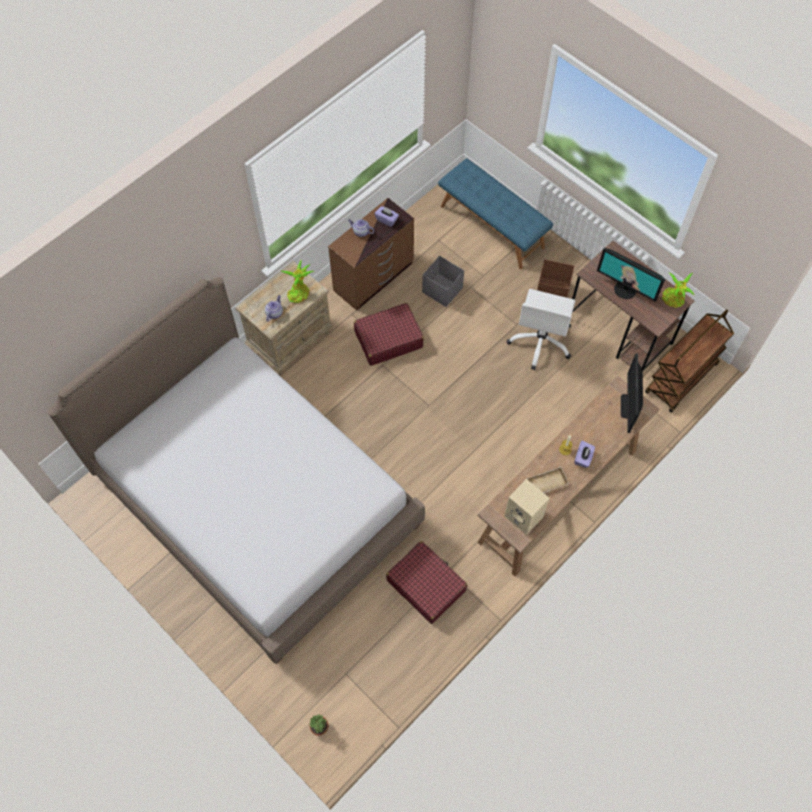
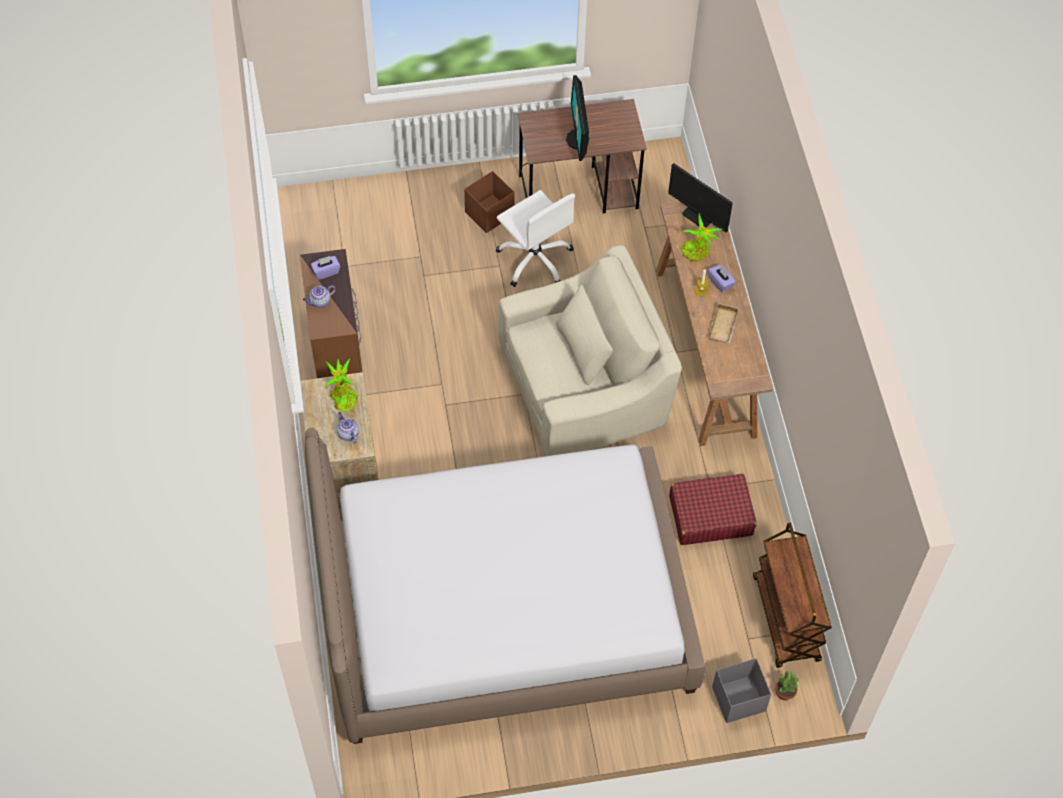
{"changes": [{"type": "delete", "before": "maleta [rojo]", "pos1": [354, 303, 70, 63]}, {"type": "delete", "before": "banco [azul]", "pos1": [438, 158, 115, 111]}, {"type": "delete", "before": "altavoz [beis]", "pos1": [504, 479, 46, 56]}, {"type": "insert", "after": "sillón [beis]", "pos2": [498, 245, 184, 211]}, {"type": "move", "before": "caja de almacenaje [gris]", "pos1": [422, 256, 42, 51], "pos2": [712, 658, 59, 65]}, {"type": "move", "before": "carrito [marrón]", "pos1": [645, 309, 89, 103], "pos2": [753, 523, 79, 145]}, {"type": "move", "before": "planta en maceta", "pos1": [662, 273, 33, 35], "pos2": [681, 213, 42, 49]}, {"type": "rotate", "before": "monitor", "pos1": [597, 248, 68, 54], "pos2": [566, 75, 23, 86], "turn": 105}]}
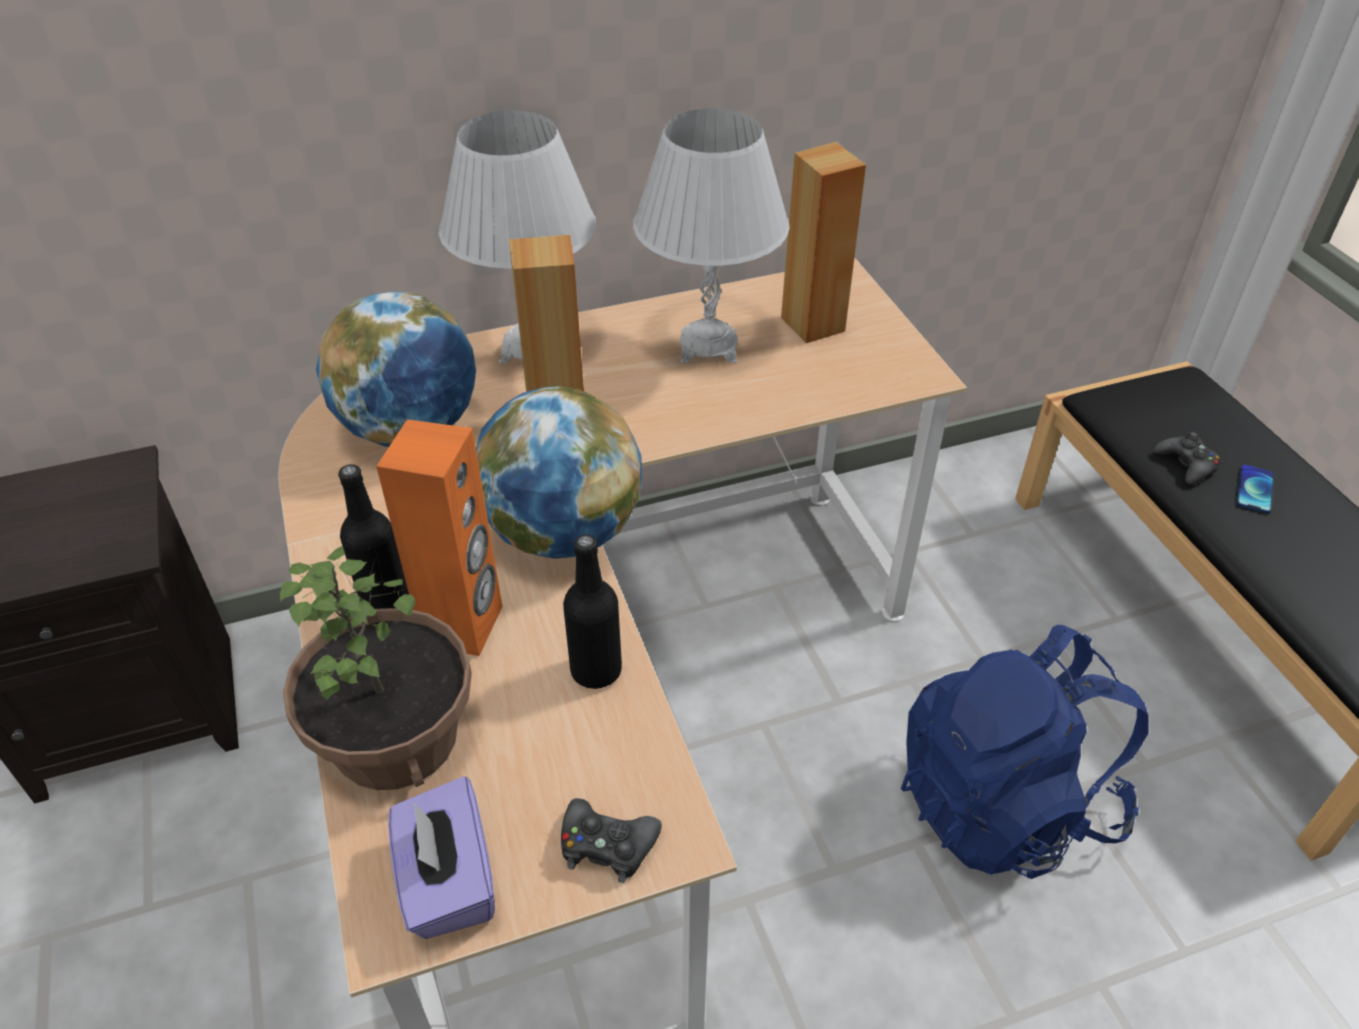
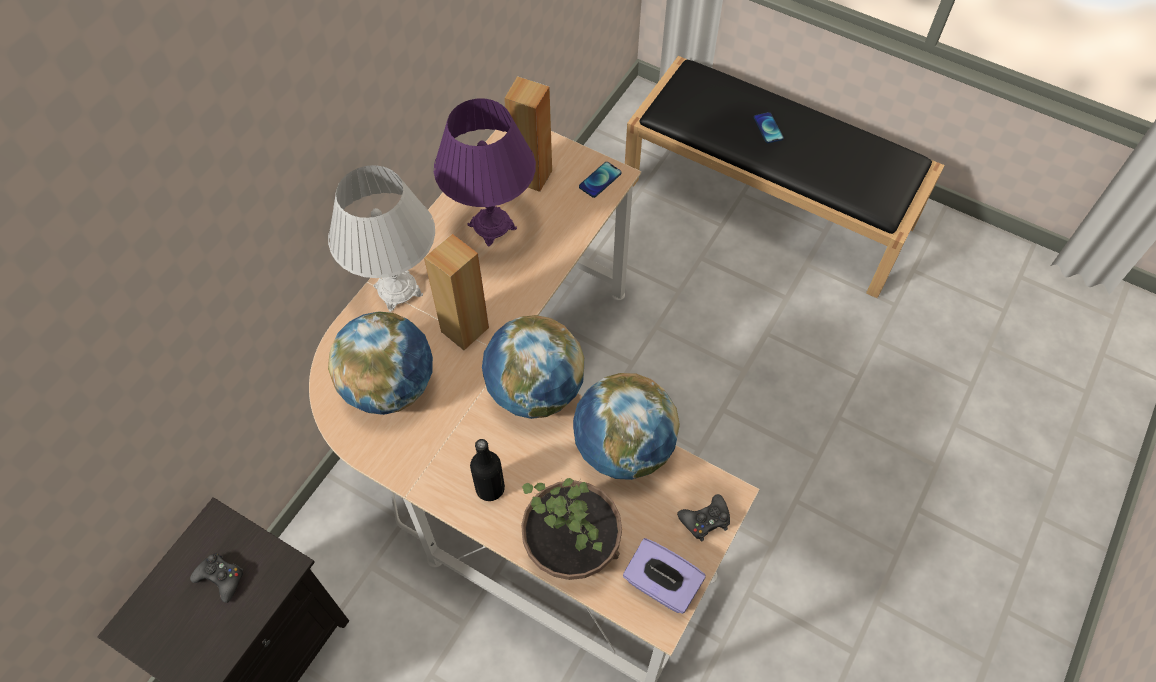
{"changes": [{"type": "delete", "before": "altavoz [naranja]", "pos1": [376, 419, 127, 237]}, {"type": "delete", "before": "mochila [azul]", "pos1": [901, 625, 248, 254]}, {"type": "insert", "after": "móvil", "pos2": [579, 162, 43, 36]}, {"type": "move", "before": "mando de consola [negro]", "pos1": [1154, 432, 66, 52], "pos2": [190, 553, 54, 50]}, {"type": "replace", "before": "botella [negro]", "after": "globo terráqueo", "pos1": [563, 534, 59, 155], "pos2": [573, 373, 107, 107]}, {"type": "recolor", "before": "lámpara de mesa [blanco]", "after": "lámpara de mesa [morado]", "pos1": [633, 108, 157, 255], "pos2": [434, 98, 102, 149]}]}
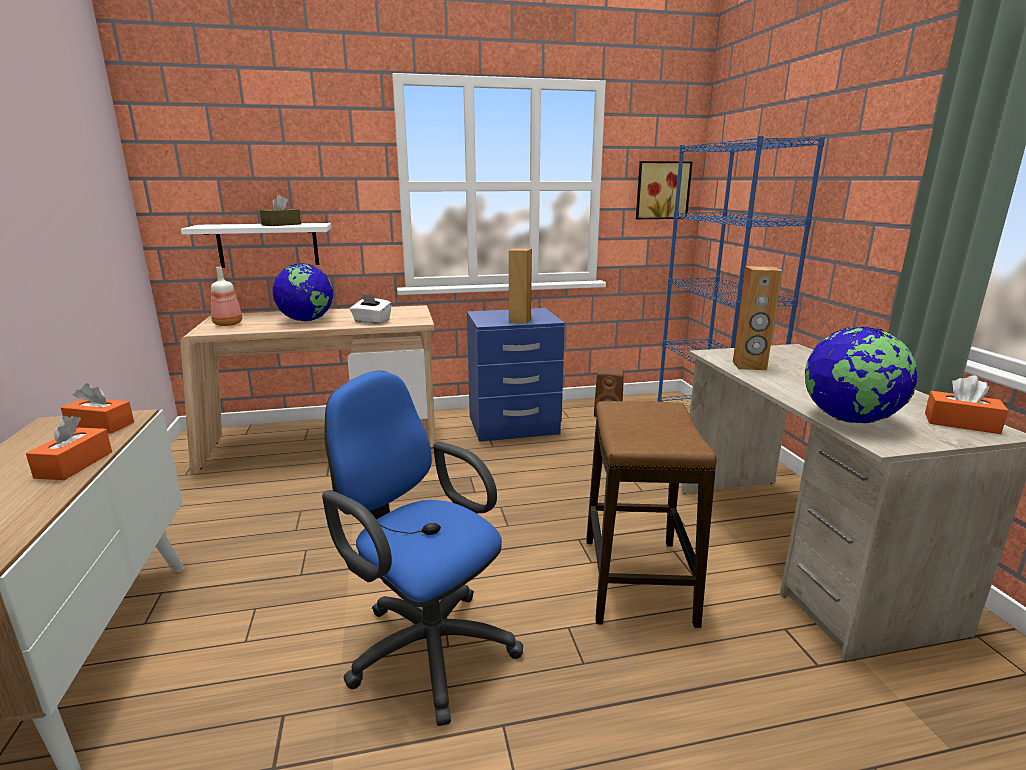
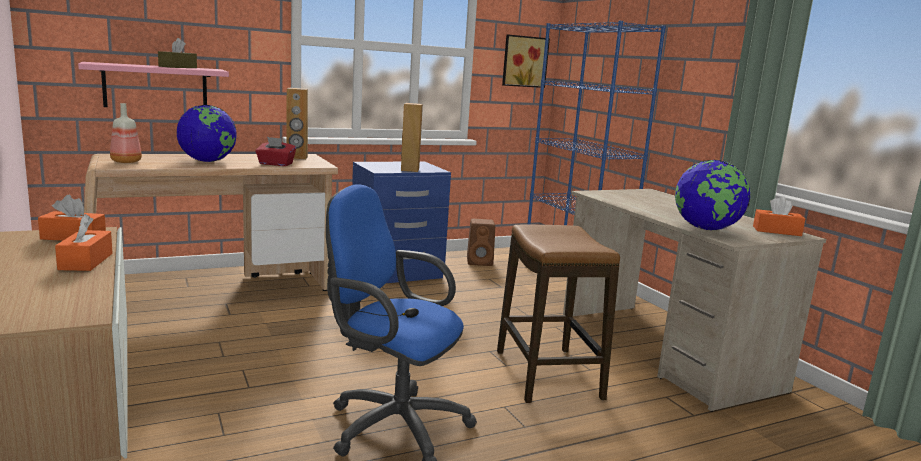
{"changes": [{"type": "move", "before": "altavoz [marrón]", "pos1": [733, 266, 49, 104], "pos2": [287, 88, 21, 72]}, {"type": "recolor", "before": "estante [blanco]", "after": "estante [rosa]", "pos1": [181, 223, 150, 45], "pos2": [78, 62, 151, 45]}, {"type": "recolor", "before": "caja de pañuelos [blanco]", "after": "caja de pañuelos [rojo]", "pos1": [350, 294, 42, 30], "pos2": [255, 137, 41, 29]}]}
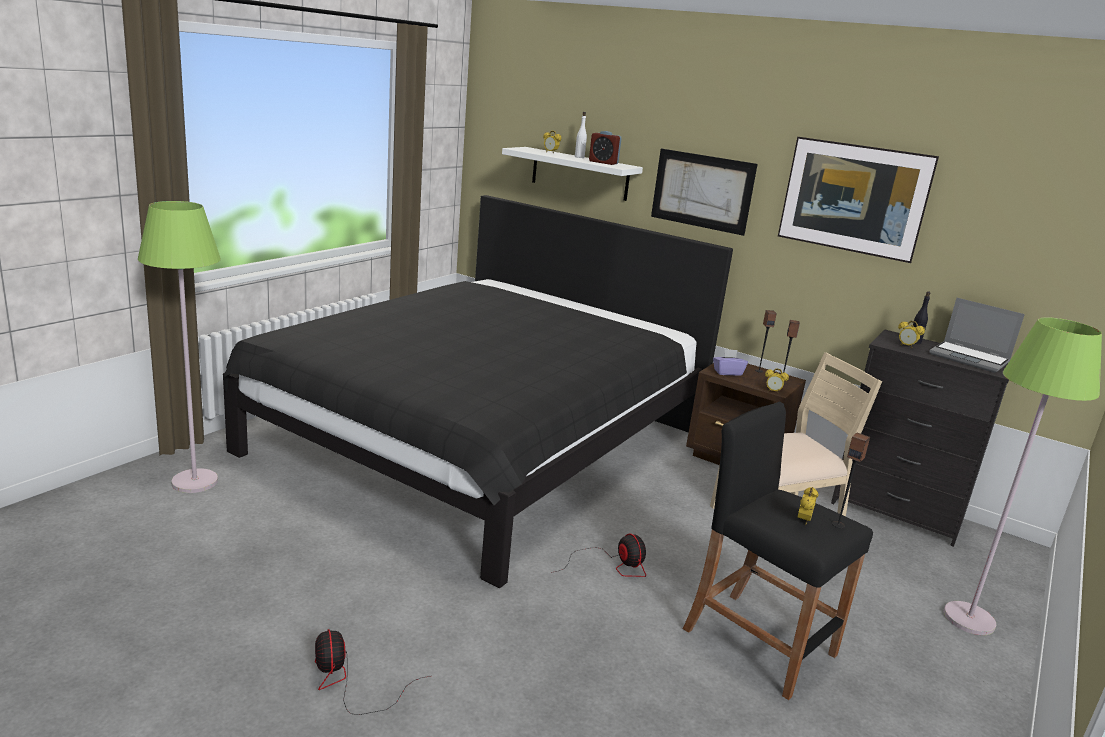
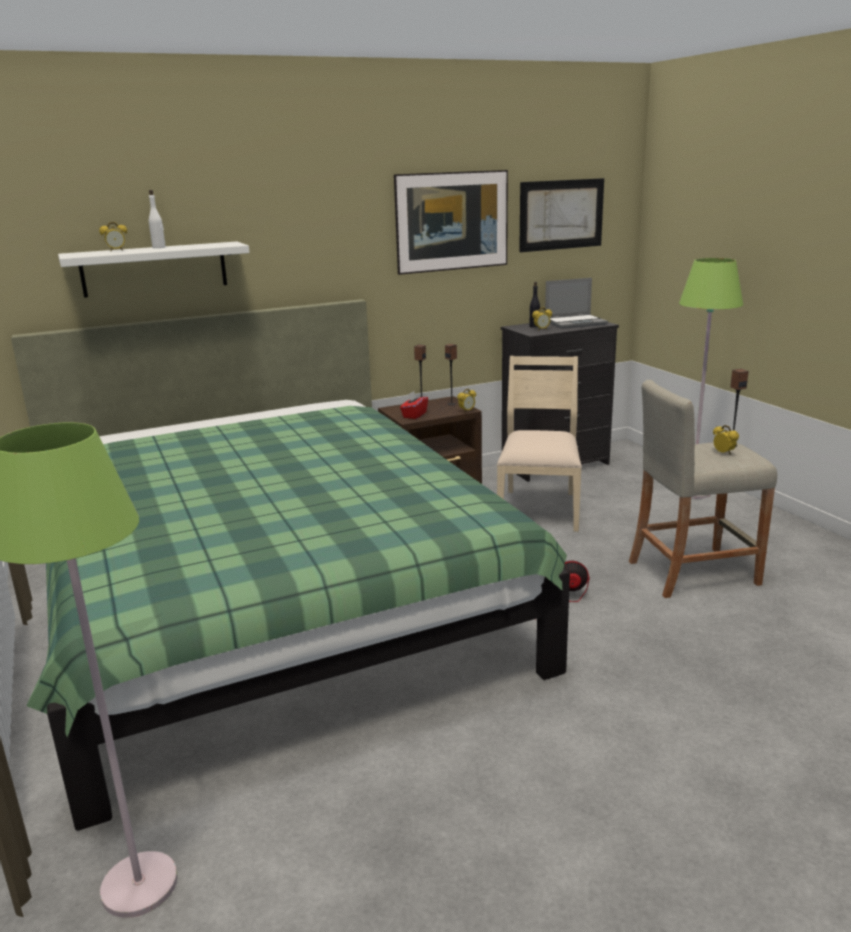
{"changes": [{"type": "delete", "before": "ventilador", "pos1": [315, 629, 115, 86]}, {"type": "delete", "before": "despertador", "pos1": [589, 131, 33, 34]}, {"type": "move", "before": "cuadro", "pos1": [651, 149, 107, 87], "pos2": [519, 178, 85, 74]}, {"type": "recolor", "before": "cama [negro]", "after": "cama [verde]", "pos1": [223, 195, 510, 393], "pos2": [11, 299, 559, 532]}, {"type": "recolor", "before": "taburete [negro]", "after": "taburete [beis]", "pos1": [683, 401, 190, 299], "pos2": [629, 380, 148, 218]}, {"type": "recolor", "before": "caja de pañuelos [morado]", "after": "caja de pañuelos [rojo]", "pos1": [713, 349, 35, 27], "pos2": [400, 391, 28, 28]}]}
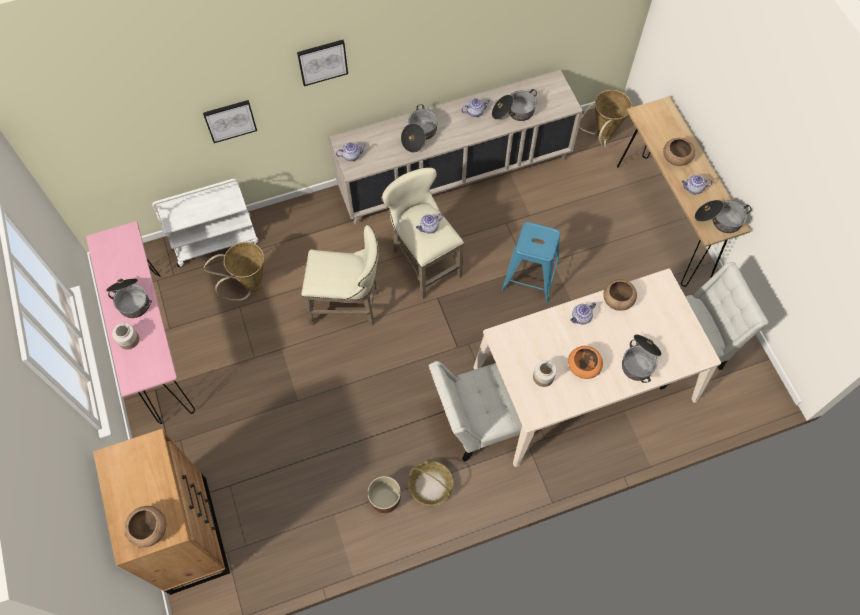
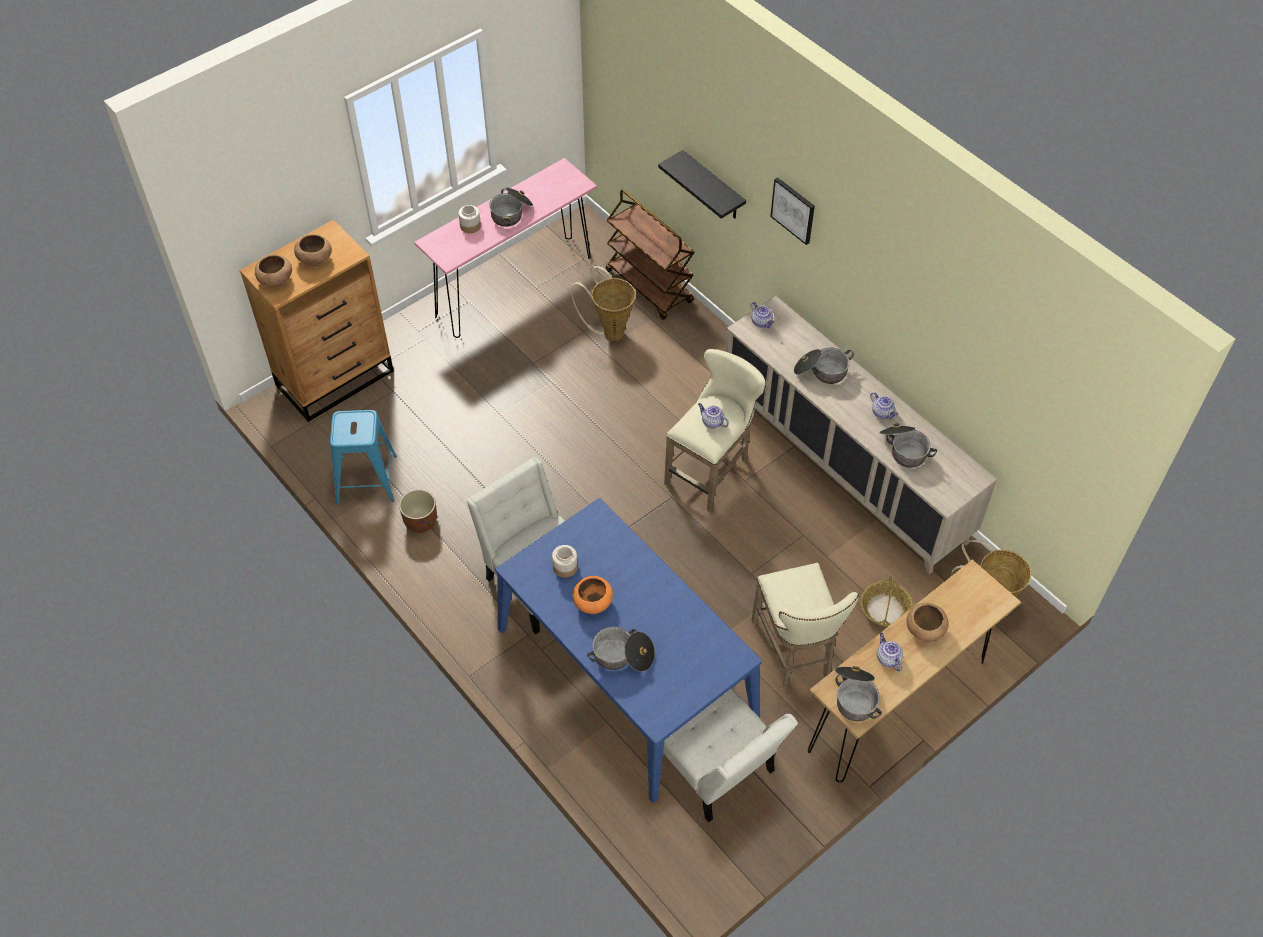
{"changes": [{"type": "delete", "before": "tetera", "pos1": [571, 302, 25, 23]}, {"type": "move", "before": "taburete [beis]", "pos1": [301, 225, 78, 101], "pos2": [751, 563, 108, 126]}, {"type": "move", "before": "cesta", "pos1": [408, 461, 46, 45], "pos2": [861, 574, 52, 53]}, {"type": "move", "before": "taburete [azul]", "pos1": [502, 222, 58, 81], "pos2": [330, 410, 67, 94]}, {"type": "move", "before": "cuenco [marrón]", "pos1": [603, 279, 34, 32], "pos2": [294, 234, 38, 32]}, {"type": "replace", "before": "cuadro", "after": "estante [negro]", "pos1": [203, 100, 54, 43], "pos2": [658, 150, 88, 69]}, {"type": "recolor", "before": "carrito [blanco]", "after": "carrito [marrón]", "pos1": [152, 179, 106, 88], "pos2": [606, 189, 89, 131]}, {"type": "recolor", "before": "mesa de comedor [beis]", "after": "mesa de comedor [azul]", "pos1": [474, 269, 247, 198], "pos2": [495, 498, 267, 305]}]}
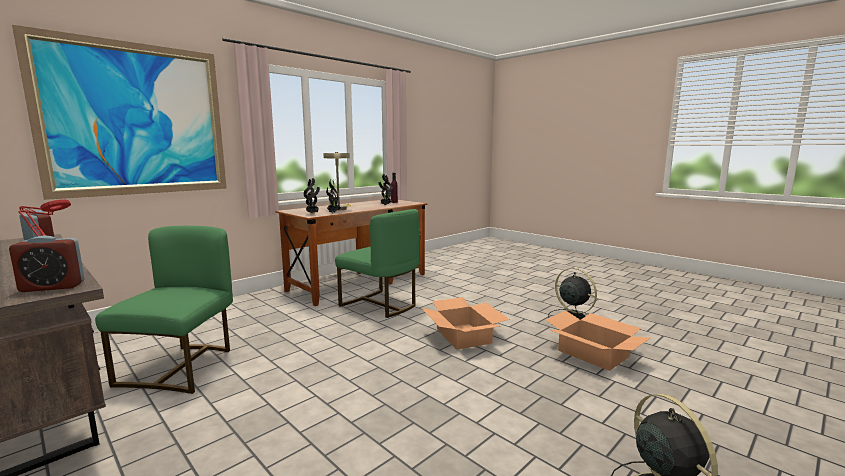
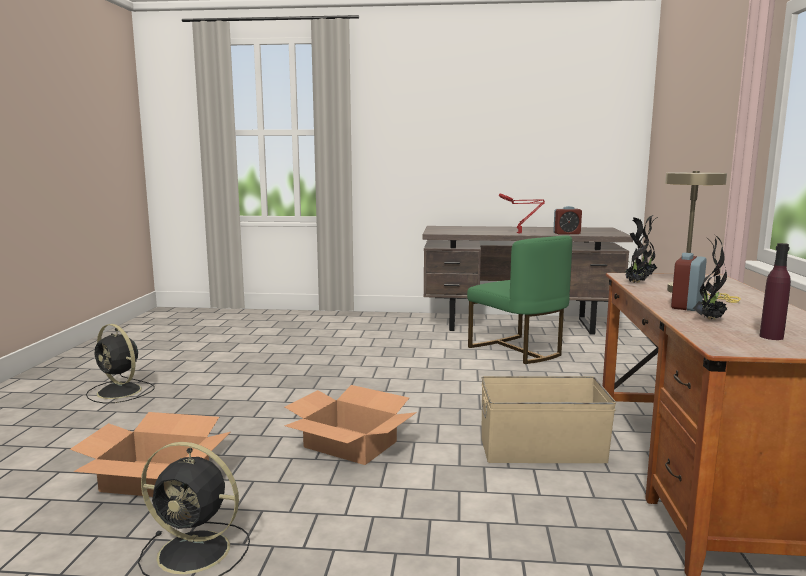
{"changes": [{"type": "delete", "before": "cuadro", "pos1": [12, 25, 215, 175]}, {"type": "move", "before": "despertador", "pos1": [9, 236, 76, 56], "pos2": [671, 253, 36, 58]}, {"type": "replace", "before": "silla [verde]", "after": "caja de almacenaje [beis]", "pos1": [335, 209, 84, 109], "pos2": [481, 376, 135, 87]}]}
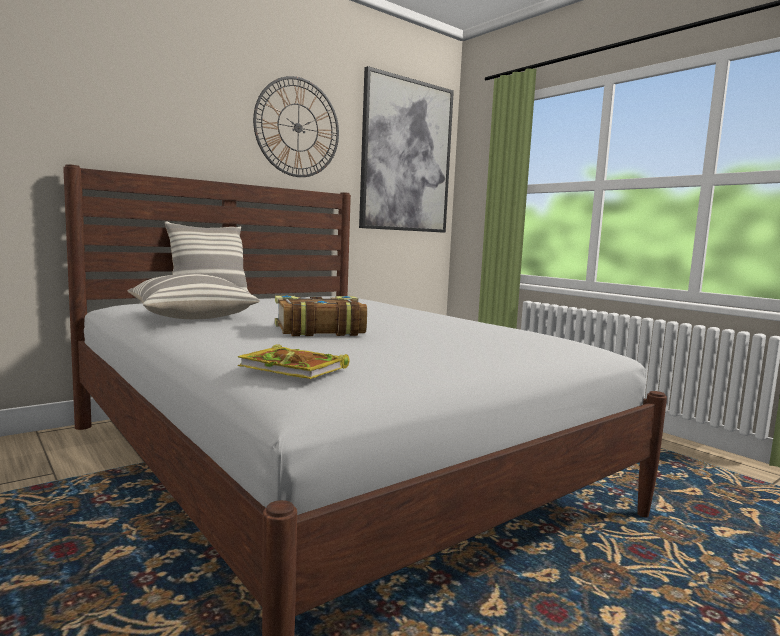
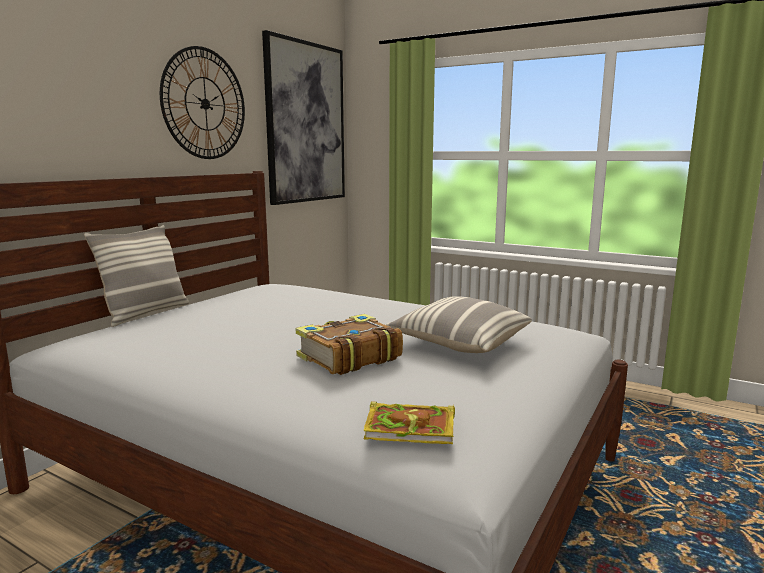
{"changes": [{"type": "move", "before": "cojín", "pos1": [128, 273, 132, 46], "pos2": [386, 296, 146, 57]}]}
